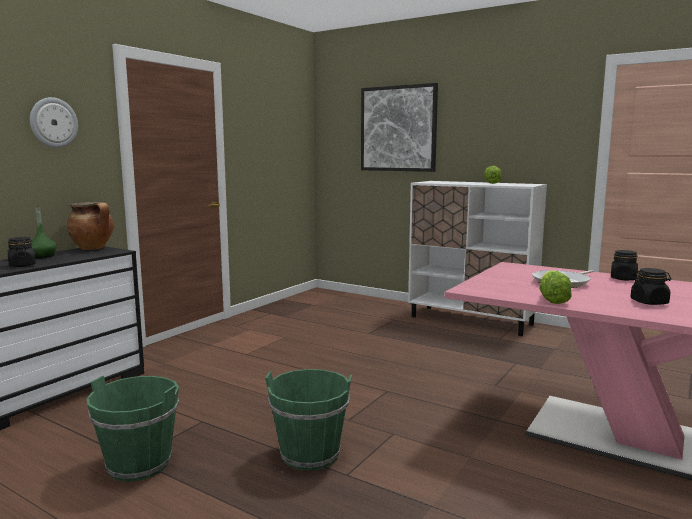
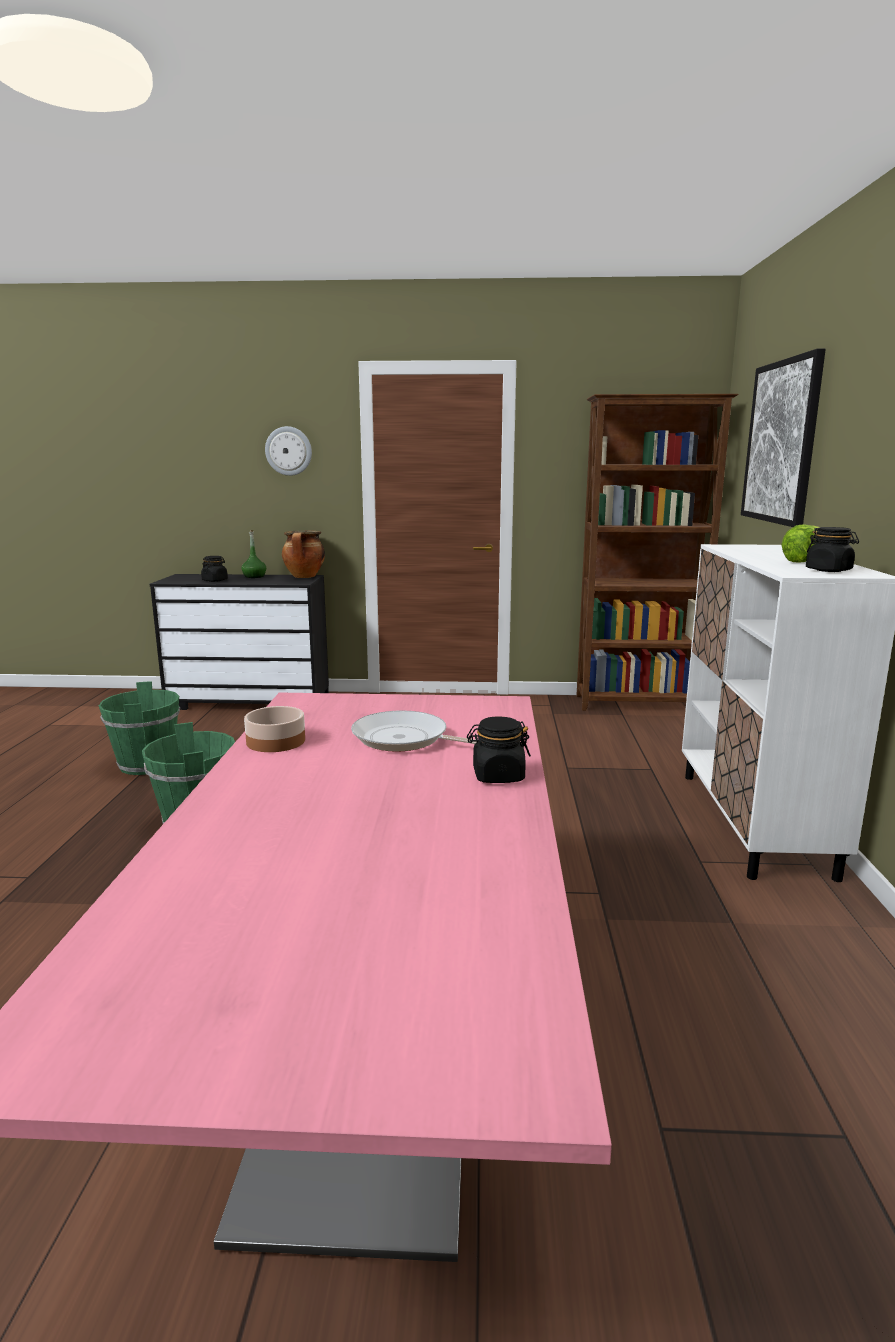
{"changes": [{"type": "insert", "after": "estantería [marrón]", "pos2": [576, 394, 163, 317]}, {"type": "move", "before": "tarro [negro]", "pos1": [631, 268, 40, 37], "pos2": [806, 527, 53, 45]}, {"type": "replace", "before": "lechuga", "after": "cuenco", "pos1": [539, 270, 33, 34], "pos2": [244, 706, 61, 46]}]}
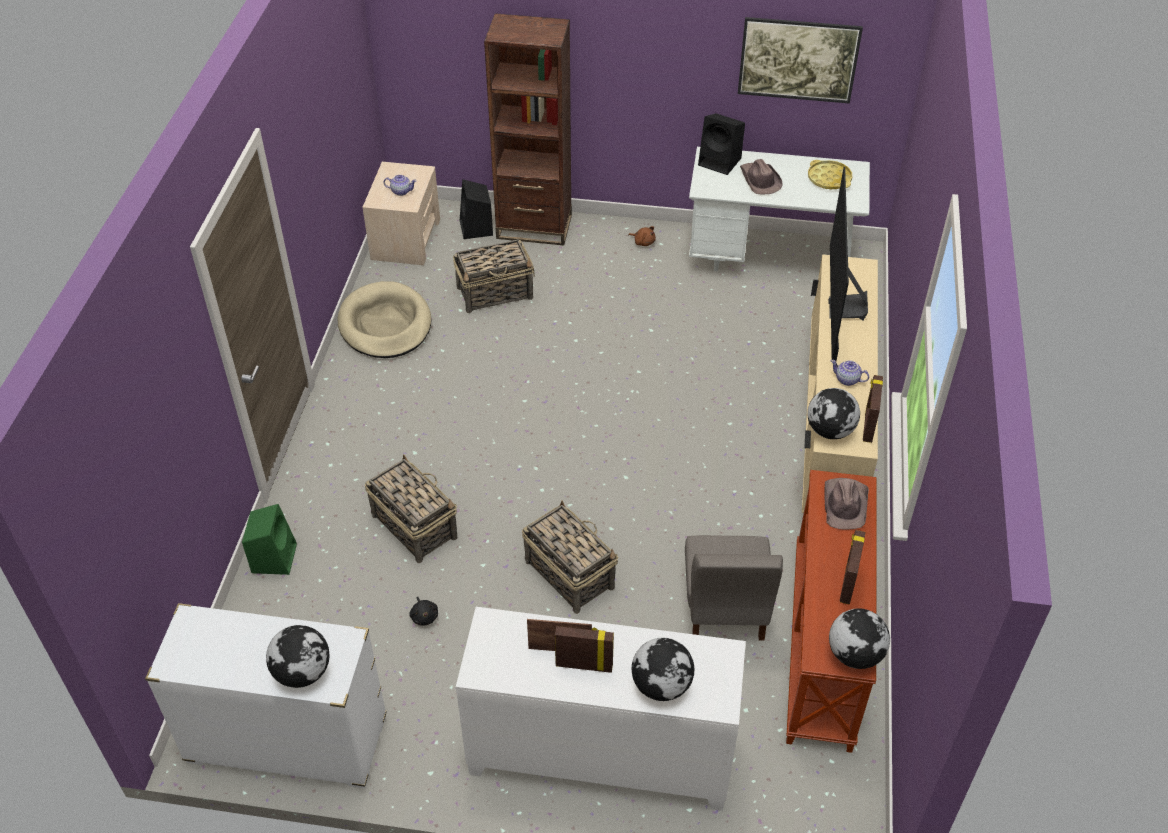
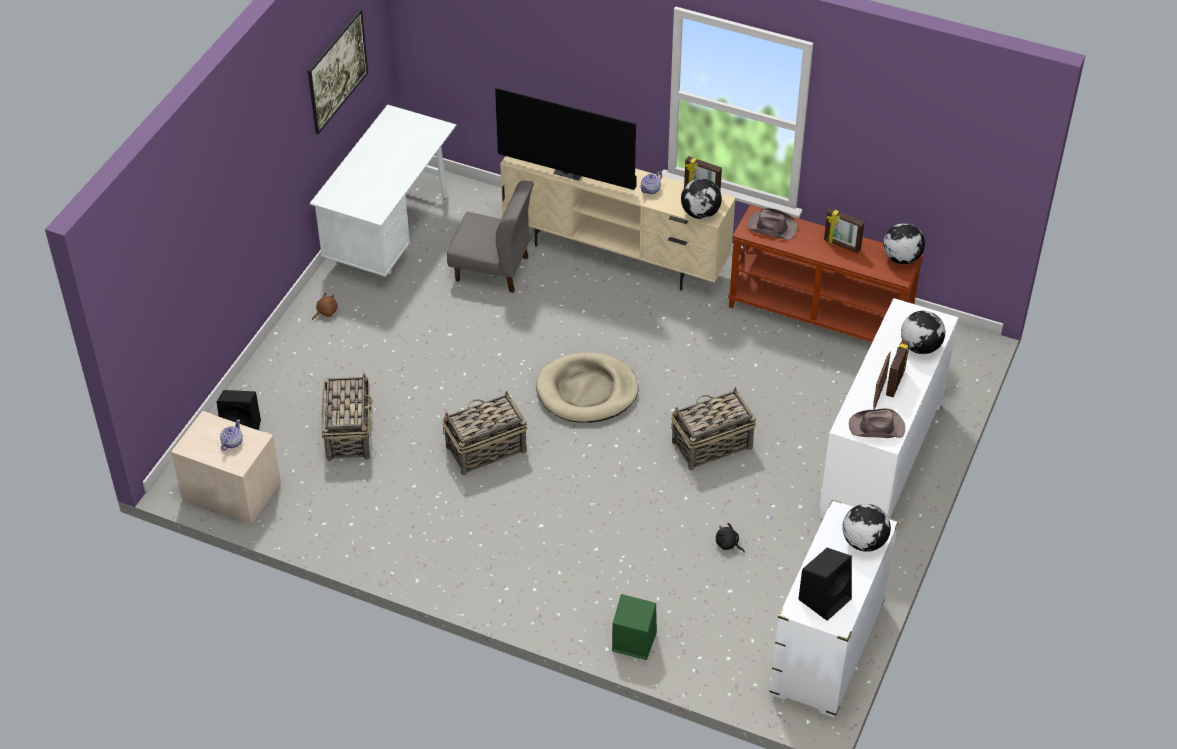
{"changes": [{"type": "delete", "before": "estantería [marrón]", "pos1": [484, 13, 88, 232]}, {"type": "delete", "before": "bandeja [amarillo]", "pos1": [808, 160, 44, 29]}, {"type": "move", "before": "cama para perro [beis]", "pos1": [338, 281, 94, 77], "pos2": [536, 352, 103, 71]}, {"type": "move", "before": "cesta", "pos1": [365, 454, 92, 109], "pos2": [442, 391, 85, 84]}, {"type": "move", "before": "silla [gris]", "pos1": [685, 535, 98, 106], "pos2": [447, 181, 87, 112]}, {"type": "move", "before": "altavoz [negro]", "pos1": [698, 113, 47, 62], "pos2": [798, 548, 54, 73]}, {"type": "move", "before": "sombrero [marrón]", "pos1": [740, 159, 43, 35], "pos2": [849, 408, 56, 30]}, {"type": "rotate", "before": "peluche [negro]", "pos1": [409, 597, 29, 28], "pos2": [716, 523, 29, 30], "turn": -135}]}
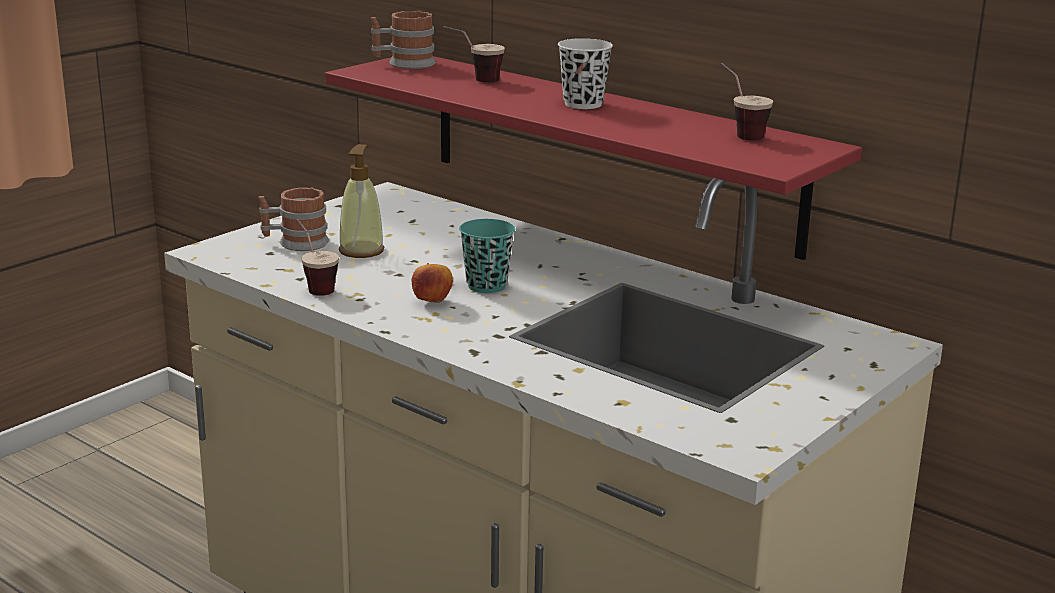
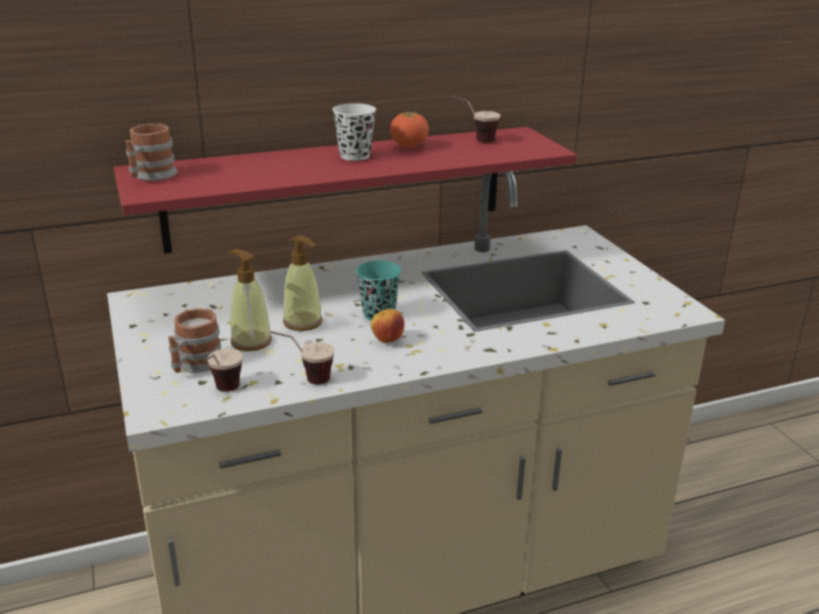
{"changes": [{"type": "insert", "after": "dispensador de jabón", "pos2": [283, 235, 40, 96]}, {"type": "insert", "after": "tomate", "pos2": [390, 110, 39, 38]}, {"type": "move", "before": "taza", "pos1": [444, 26, 61, 56], "pos2": [204, 349, 39, 43]}]}
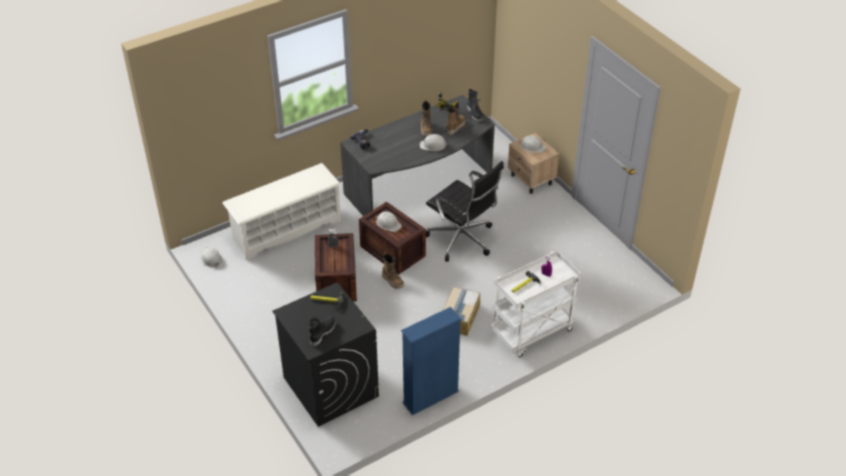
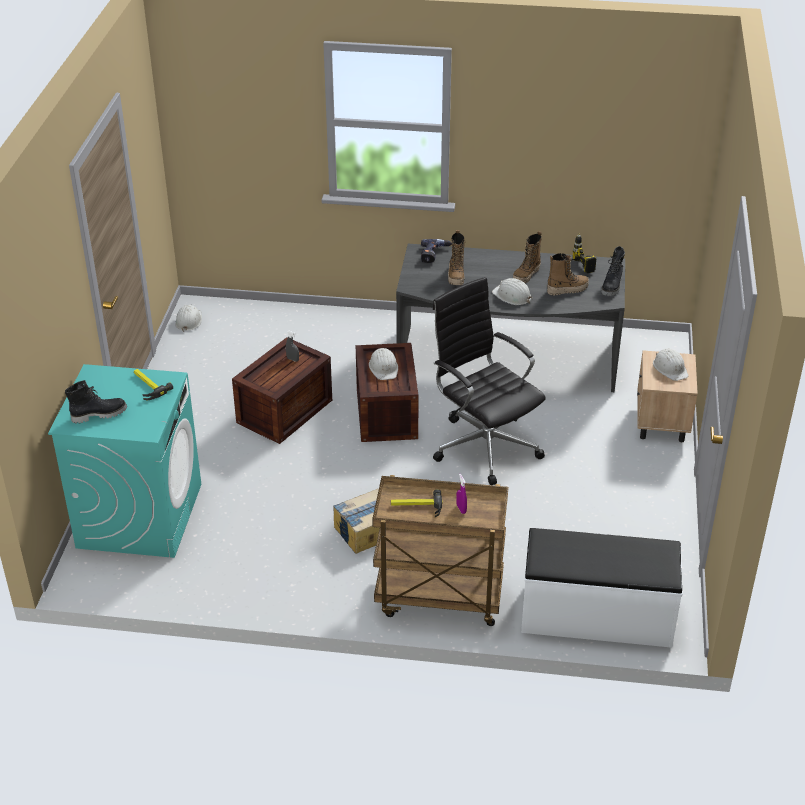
{"changes": [{"type": "delete", "before": "zapatero [blanco]", "pos1": [222, 163, 119, 97]}, {"type": "delete", "before": "estantería [azul]", "pos1": [401, 307, 60, 108]}, {"type": "insert", "after": "banco [blanco]", "pos2": [521, 528, 161, 120]}, {"type": "move", "before": "bota", "pos1": [382, 253, 22, 36], "pos2": [448, 230, 18, 55]}, {"type": "recolor", "before": "lavadora [negro]", "after": "lavadora [turquesa]", "pos1": [272, 282, 107, 145], "pos2": [48, 364, 153, 194]}, {"type": "recolor", "before": "carrito [blanco]", "after": "carrito [marrón]", "pos1": [491, 250, 90, 107], "pos2": [372, 475, 136, 151]}, {"type": "rotate", "before": "silla de oficina [negro]", "pos1": [426, 161, 78, 101], "pos2": [433, 277, 113, 208], "turn": 150}]}
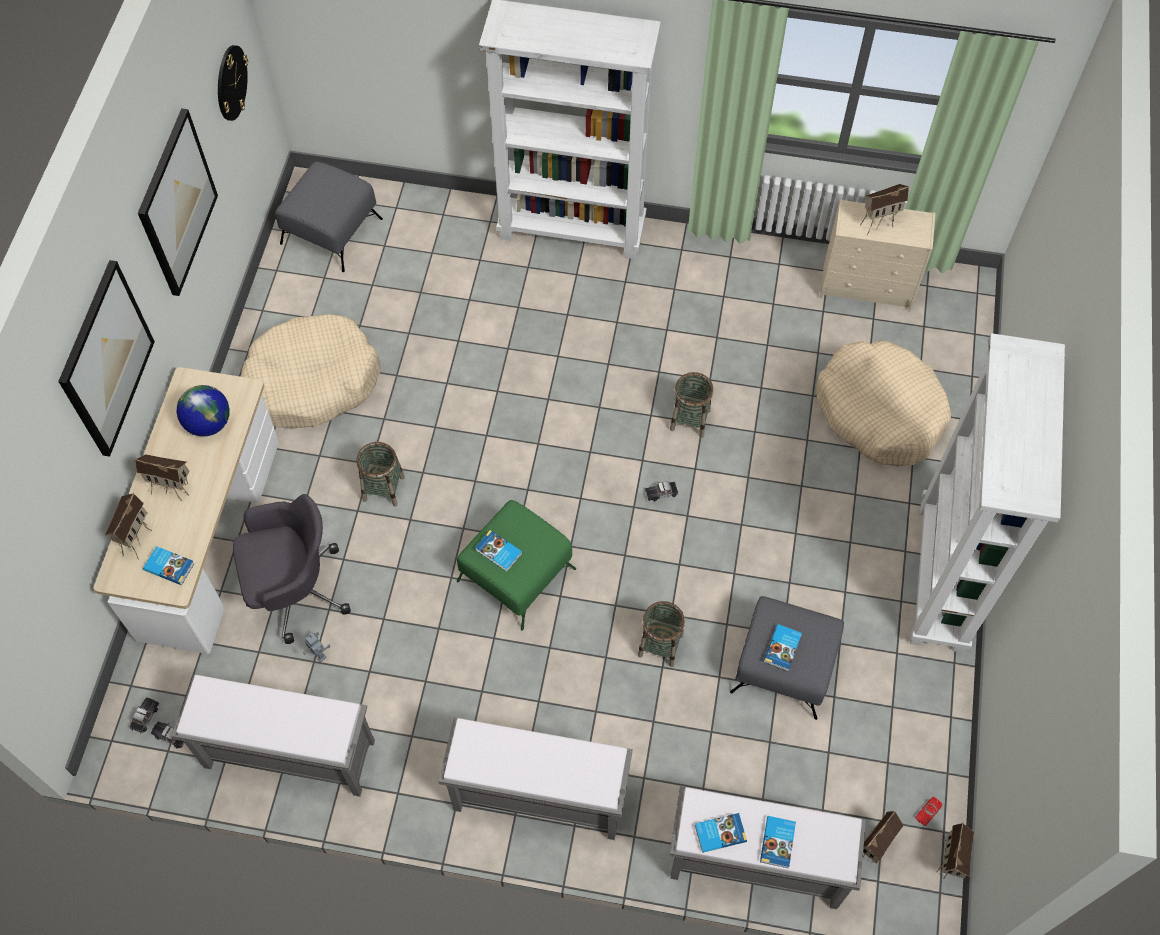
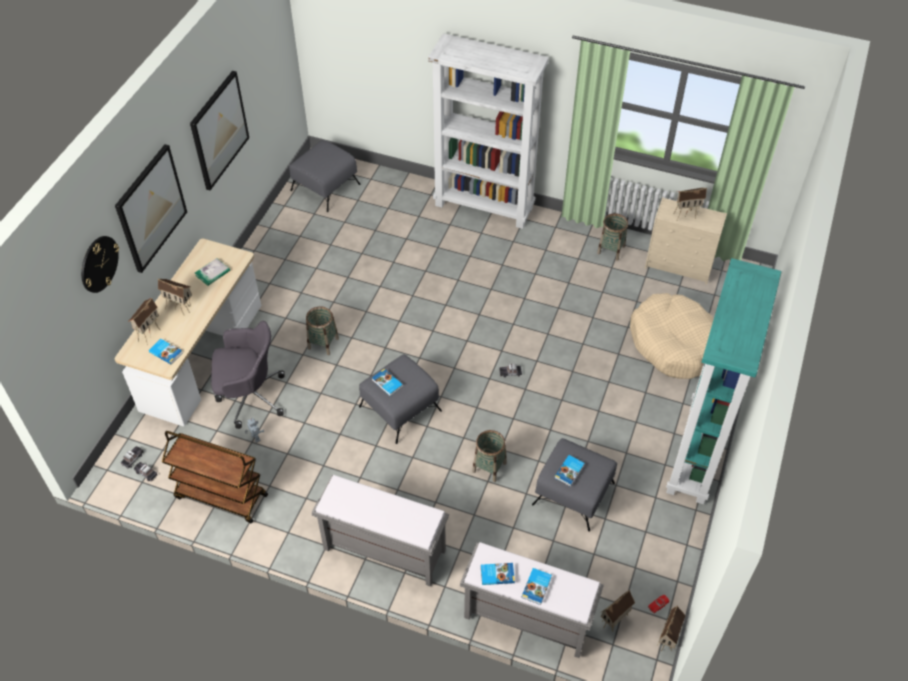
{"changes": [{"type": "delete", "before": "cama para perro [beis]", "pos1": [241, 314, 140, 114]}, {"type": "move", "before": "reloj de pared", "pos1": [218, 45, 30, 76], "pos2": [81, 236, 38, 57]}, {"type": "move", "before": "cesta", "pos1": [670, 372, 44, 66], "pos2": [597, 213, 31, 48]}, {"type": "replace", "before": "banco [gris]", "after": "carrito [marrón]", "pos1": [172, 674, 203, 123], "pos2": [162, 431, 106, 92]}, {"type": "replace", "before": "globo terráqueo", "after": "libro", "pos1": [177, 385, 53, 51], "pos2": [195, 258, 35, 28]}, {"type": "recolor", "before": "puf [verde]", "after": "puf [gris]", "pos1": [457, 500, 119, 131], "pos2": [359, 354, 83, 90]}, {"type": "recolor", "before": "estantería [blanco]", "after": "estantería [turquesa]", "pos1": [910, 333, 155, 320], "pos2": [666, 258, 116, 246]}]}
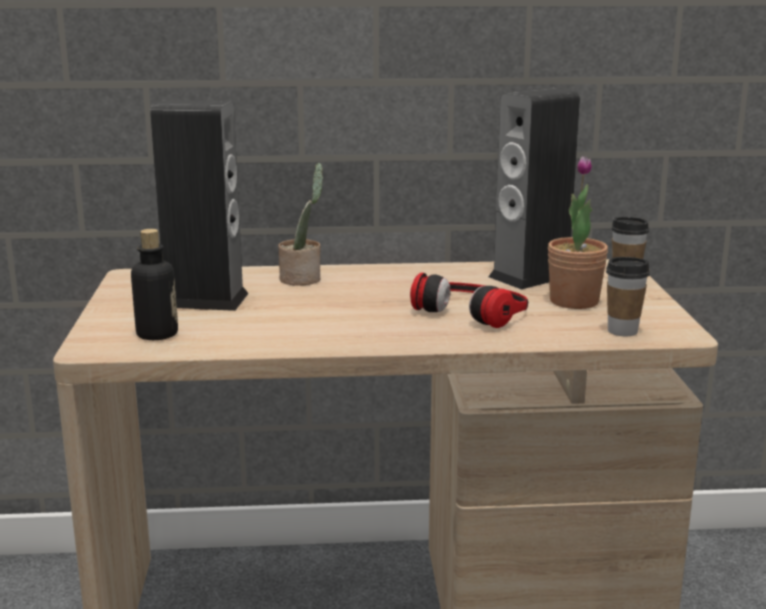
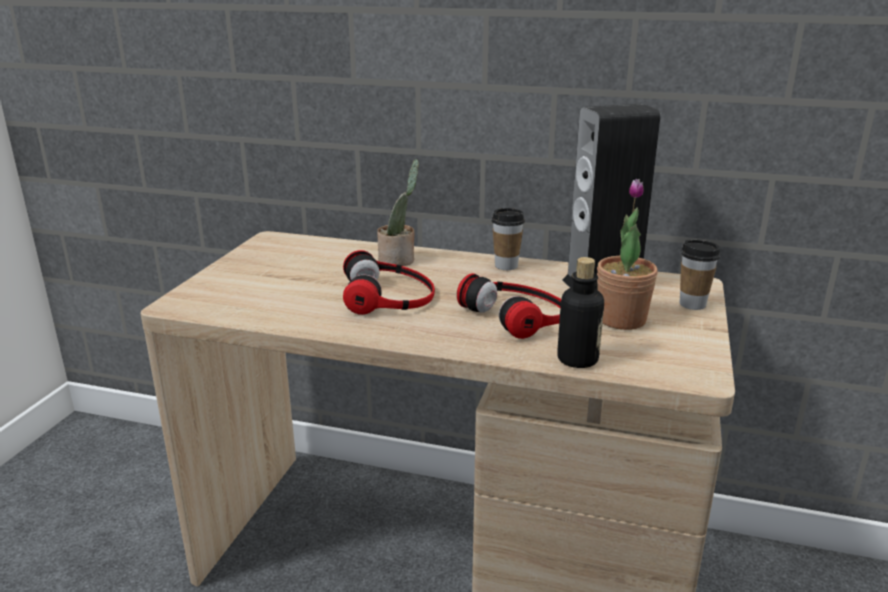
{"changes": [{"type": "delete", "before": "altavoz", "pos1": [150, 100, 99, 211]}, {"type": "insert", "after": "auriculares", "pos2": [343, 250, 92, 65]}, {"type": "move", "before": "botella", "pos1": [131, 229, 47, 111], "pos2": [557, 257, 47, 111]}, {"type": "move", "before": "taza", "pos1": [606, 257, 44, 79], "pos2": [492, 208, 33, 62]}]}
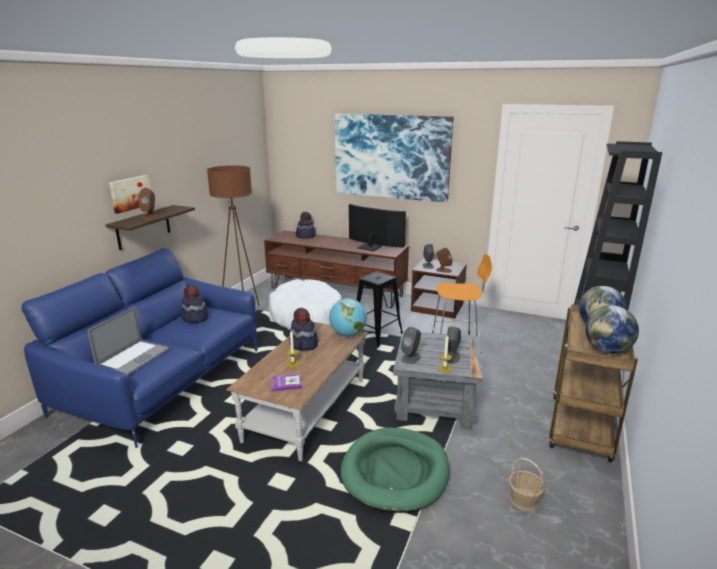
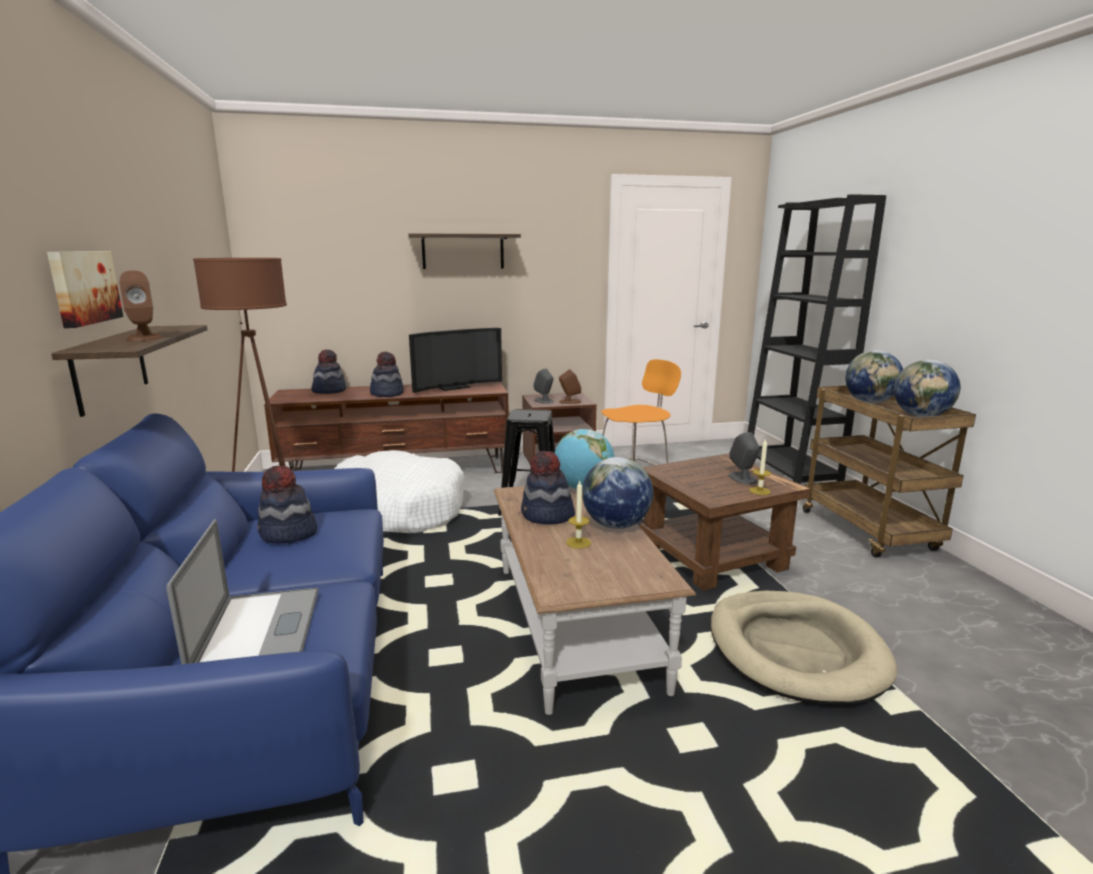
{"changes": [{"type": "delete", "before": "libro", "pos1": [270, 374, 32, 18]}, {"type": "delete", "before": "altavoz [gris]", "pos1": [401, 327, 20, 37]}, {"type": "delete", "before": "cesta", "pos1": [509, 458, 36, 53]}, {"type": "insert", "after": "sombrero", "pos2": [370, 352, 34, 45]}, {"type": "insert", "after": "globo terráqueo", "pos2": [582, 457, 71, 72]}, {"type": "replace", "before": "cuadro", "after": "estante", "pos1": [335, 114, 118, 89], "pos2": [408, 233, 113, 36]}, {"type": "recolor", "before": "cama para perro [verde]", "after": "cama para perro [beis]", "pos1": [341, 428, 109, 85], "pos2": [711, 591, 186, 114]}, {"type": "recolor", "before": "mesa auxiliar [gris]", "after": "mesa auxiliar [marrón]", "pos1": [393, 331, 90, 99], "pos2": [640, 453, 170, 138]}, {"type": "rotate", "before": "televisor", "pos1": [349, 204, 57, 47], "pos2": [409, 328, 93, 65], "turn": 150}]}
